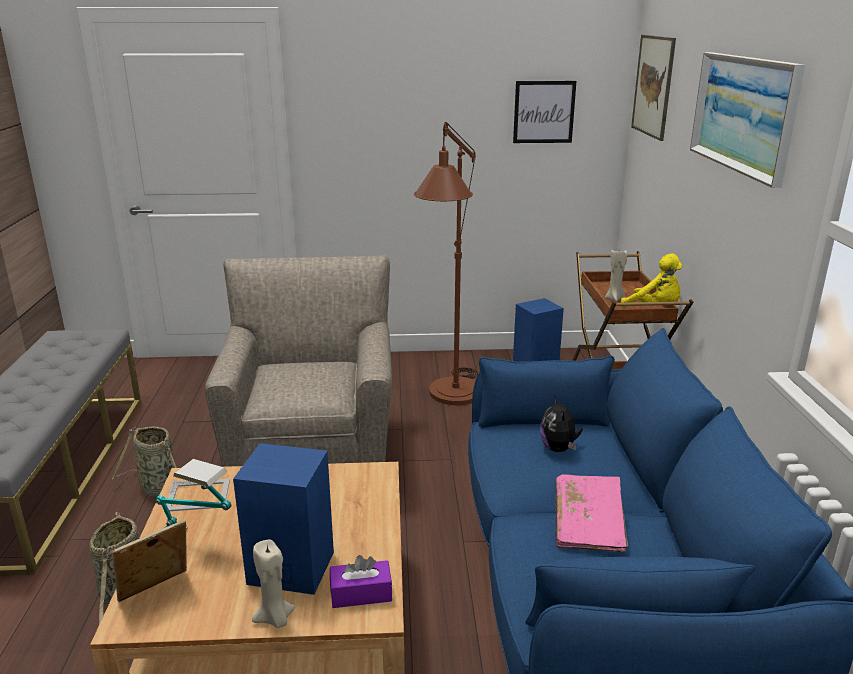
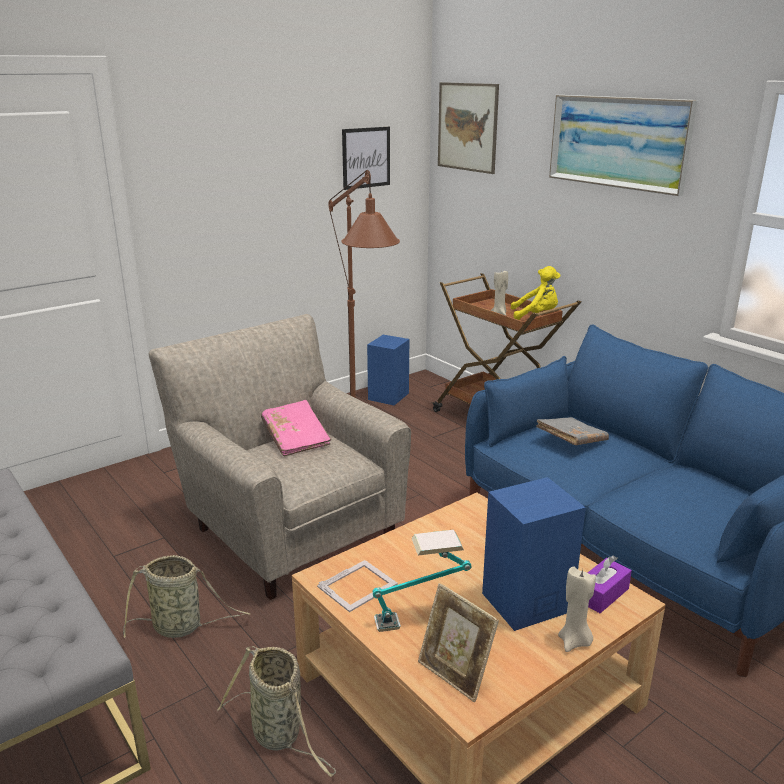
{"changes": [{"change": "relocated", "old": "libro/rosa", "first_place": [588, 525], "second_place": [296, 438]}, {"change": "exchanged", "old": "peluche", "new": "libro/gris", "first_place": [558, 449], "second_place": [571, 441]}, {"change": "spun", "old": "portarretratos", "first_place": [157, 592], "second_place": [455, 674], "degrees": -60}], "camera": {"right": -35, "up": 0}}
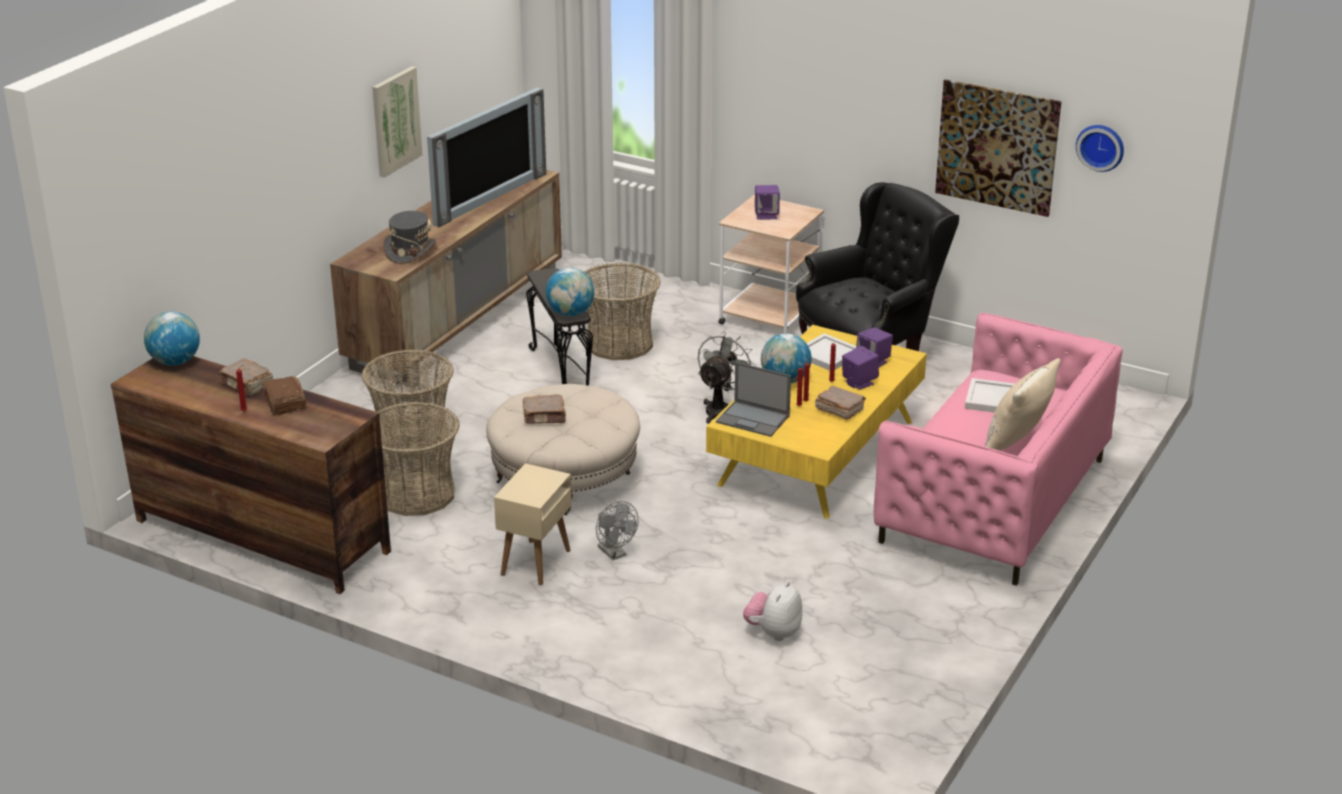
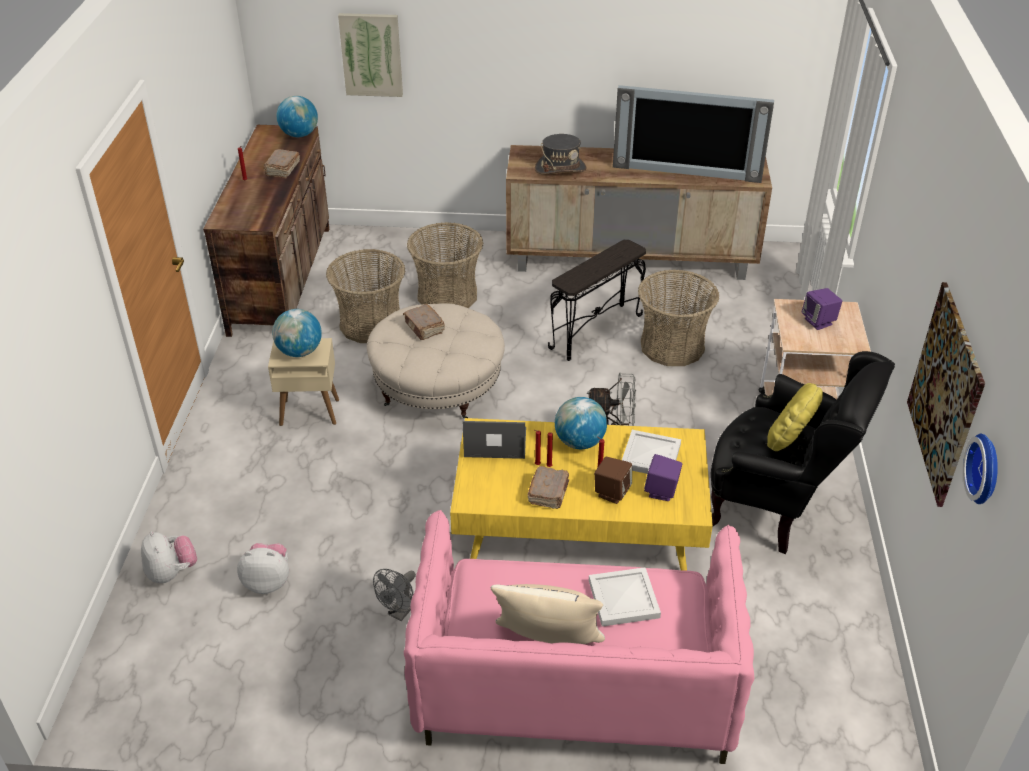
{"changes": [{"change": "missing", "old": "libro/marrón", "first_place": [285, 403]}, {"change": "appeared", "new": "peluche", "second_place": [172, 573]}, {"change": "appeared", "new": "cojín/amarillo", "second_place": [789, 442]}, {"change": "relocated", "old": "cuadro", "first_place": [395, 121], "second_place": [371, 54]}, {"change": "relocated", "old": "globo terráqueo", "first_place": [570, 313], "second_place": [299, 352]}, {"change": "relocated", "old": "ventilador/gris", "first_place": [615, 554], "second_place": [400, 612]}, {"change": "colour", "old": "altavoz/morado", "new": "altavoz/marrón", "first_place": [859, 382], "second_place": [612, 492]}, {"change": "spun", "old": "portátil", "first_place": [753, 419], "second_place": [494, 443], "degrees": 90}], "camera": {"right": 65, "up": 10}}
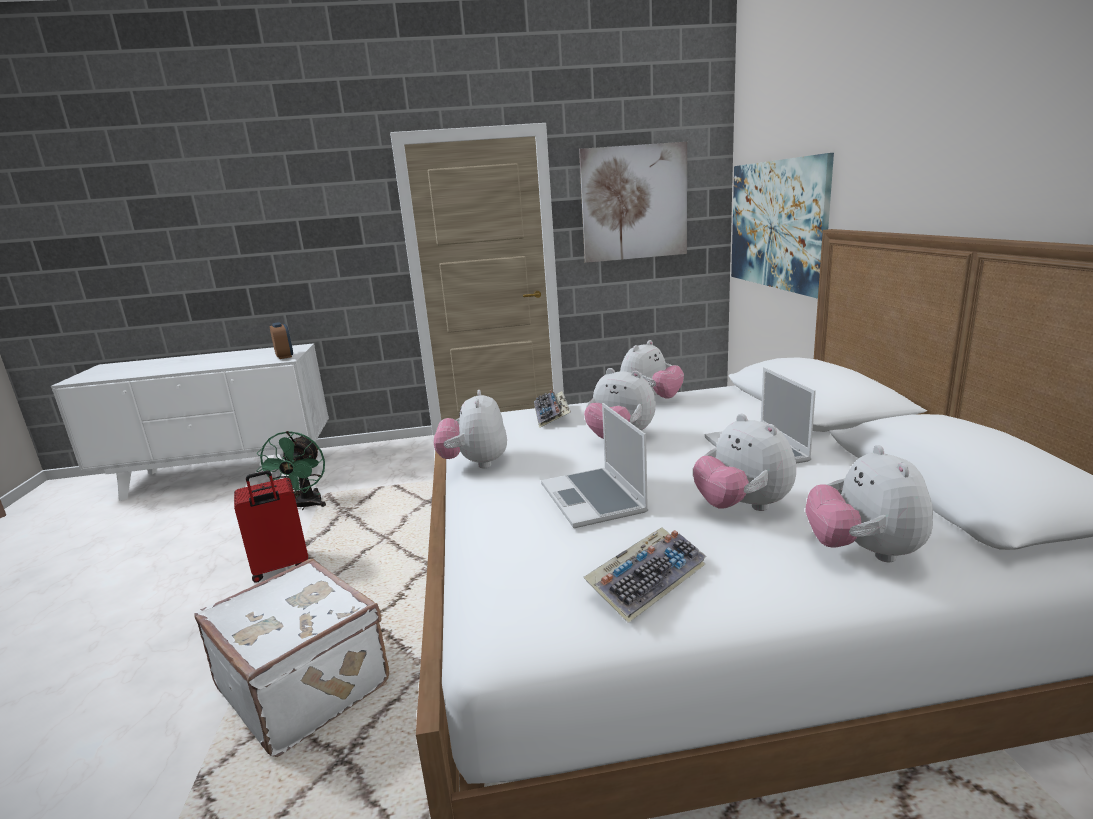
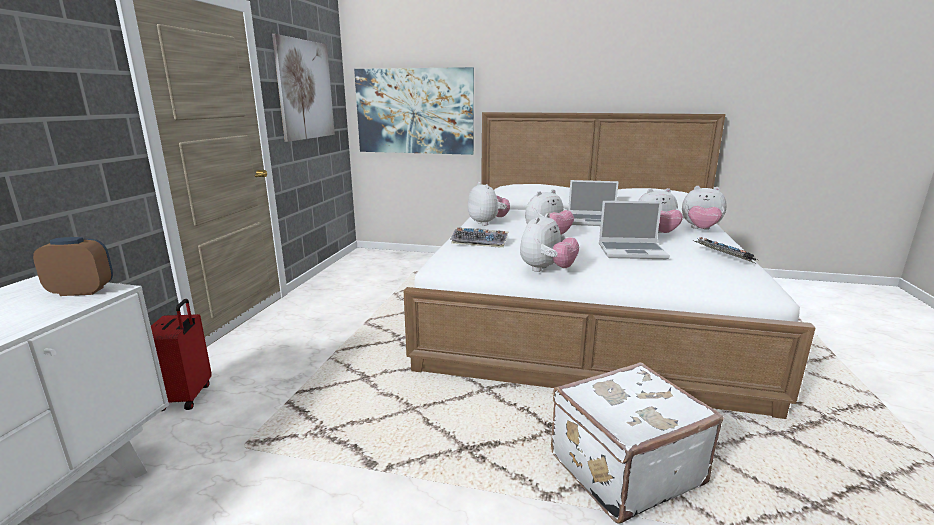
{"changes": [{"change": "missing", "old": "ventilador/verde", "first_place": [305, 506]}, {"change": "relocated", "old": "maleta/rojo", "first_place": [280, 568], "second_place": [187, 397]}, {"change": "spun", "old": "peluche", "first_place": [475, 463], "second_place": [546, 270], "degrees": -75}], "camera": {"right": -70, "up": 0}}
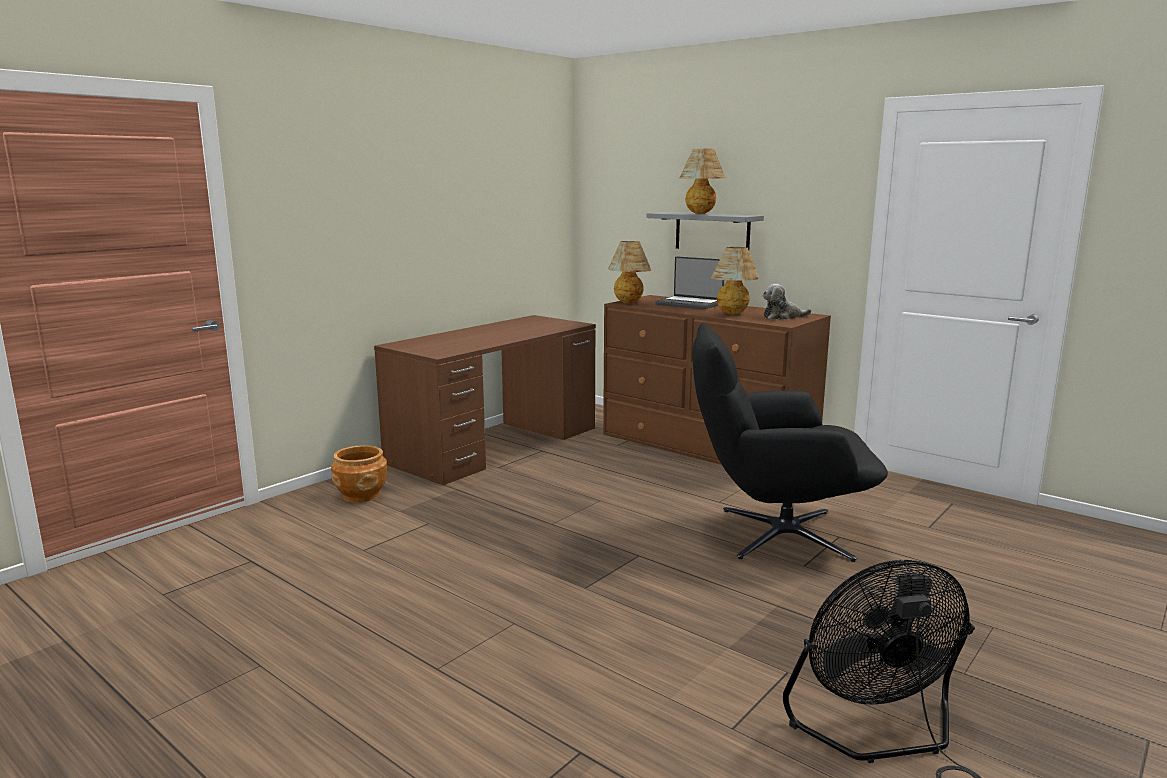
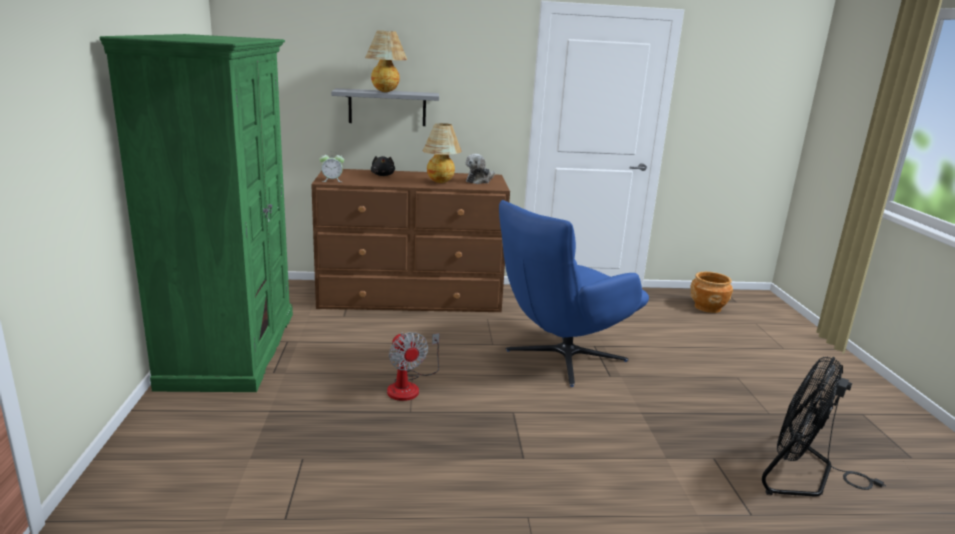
{"changes": [{"change": "appeared", "new": "ventilador", "second_place": [409, 386]}, {"change": "relocated", "old": "maceta/marrón", "first_place": [361, 495], "second_place": [707, 307]}, {"change": "exchanged", "old": "escritorio/marrón", "new": "armario ropero/verde", "first_place": [496, 444], "second_place": [232, 348]}, {"change": "exchanged", "old": "lámpara de mesa", "new": "despertador", "first_place": [629, 303], "second_place": [332, 180]}, {"change": "exchanged", "old": "portátil", "new": "peluche/negro", "first_place": [690, 304], "second_place": [383, 175]}, {"change": "colour", "old": "sillón/negro", "new": "sillón/azul", "first_place": [779, 533], "second_place": [563, 356]}], "camera": {"right": -45, "up": 5}}
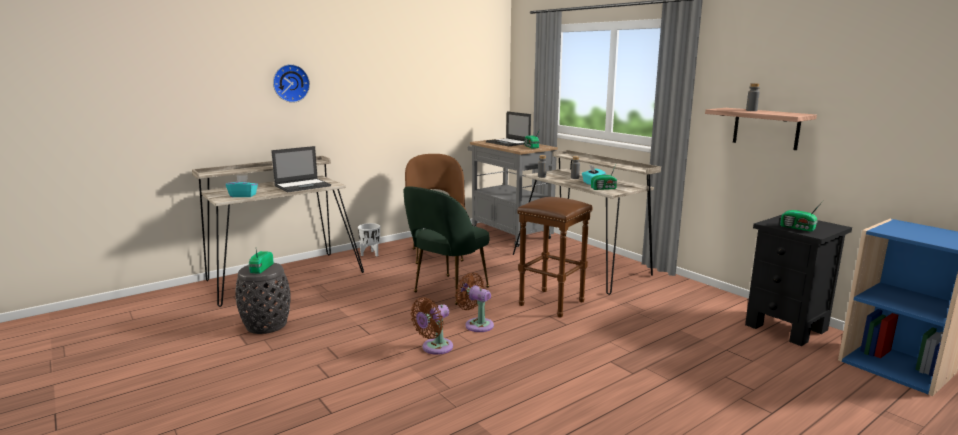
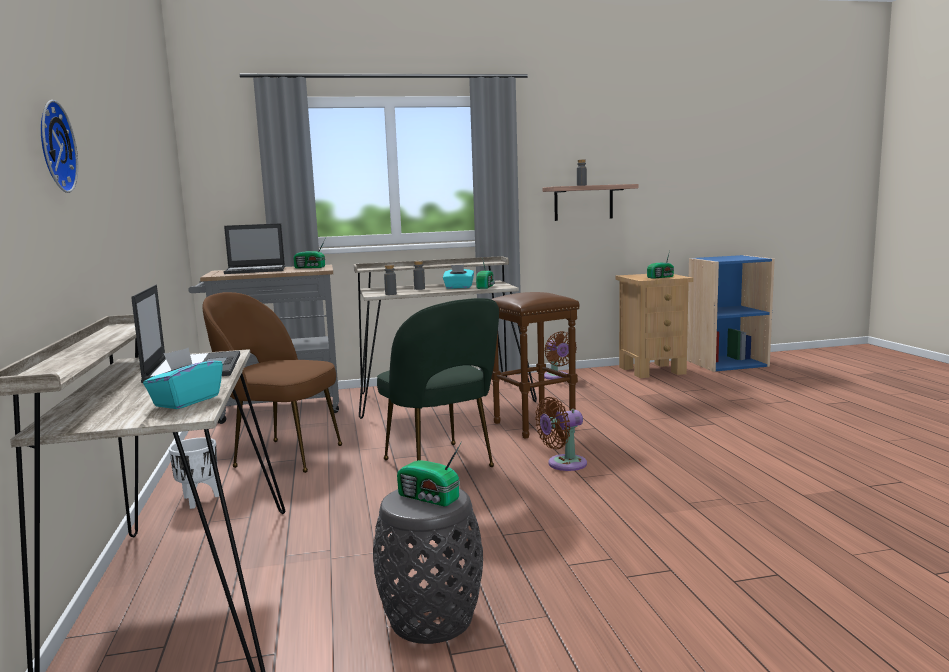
{"changes": [{"change": "relocated", "old": "ventilador/marrón", "first_place": [434, 348], "second_place": [556, 377]}, {"change": "colour", "old": "mesita de noche/negro", "new": "mesita de noche/beis", "first_place": [786, 328], "second_place": [653, 370]}], "camera": {"right": -65, "up": -5}}
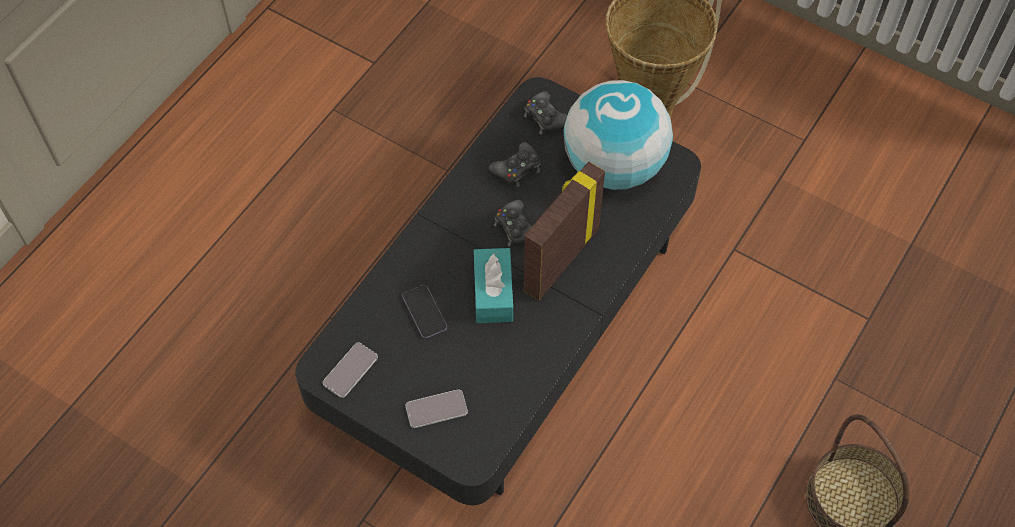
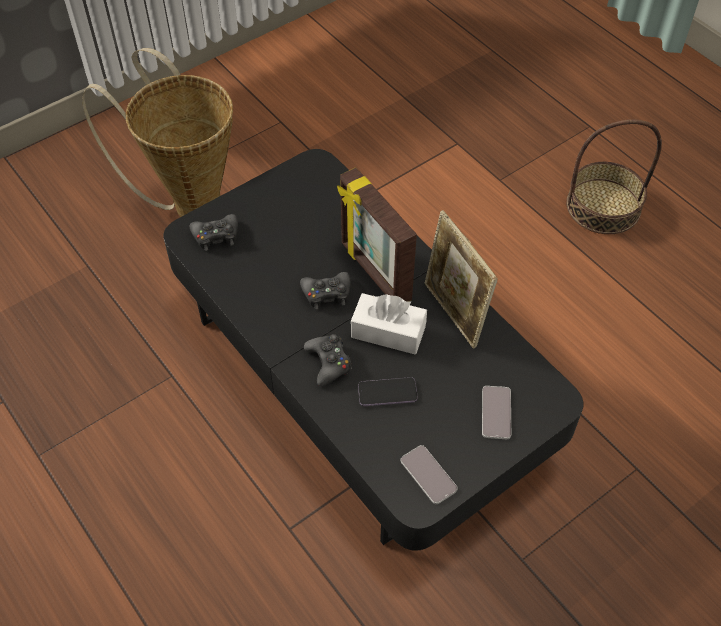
{"changes": [{"change": "missing", "old": "globo terráqueo", "first_place": [614, 166]}, {"change": "appeared", "new": "portarretratos", "second_place": [454, 314]}, {"change": "relocated", "old": "mando de consola/negro", "first_place": [517, 169], "second_place": [329, 363]}, {"change": "colour", "old": "caja de pañuelos/turquesa", "new": "caja de pañuelos/blanco", "first_place": [493, 292], "second_place": [388, 332]}], "camera": {"right": -70, "up": -5}}
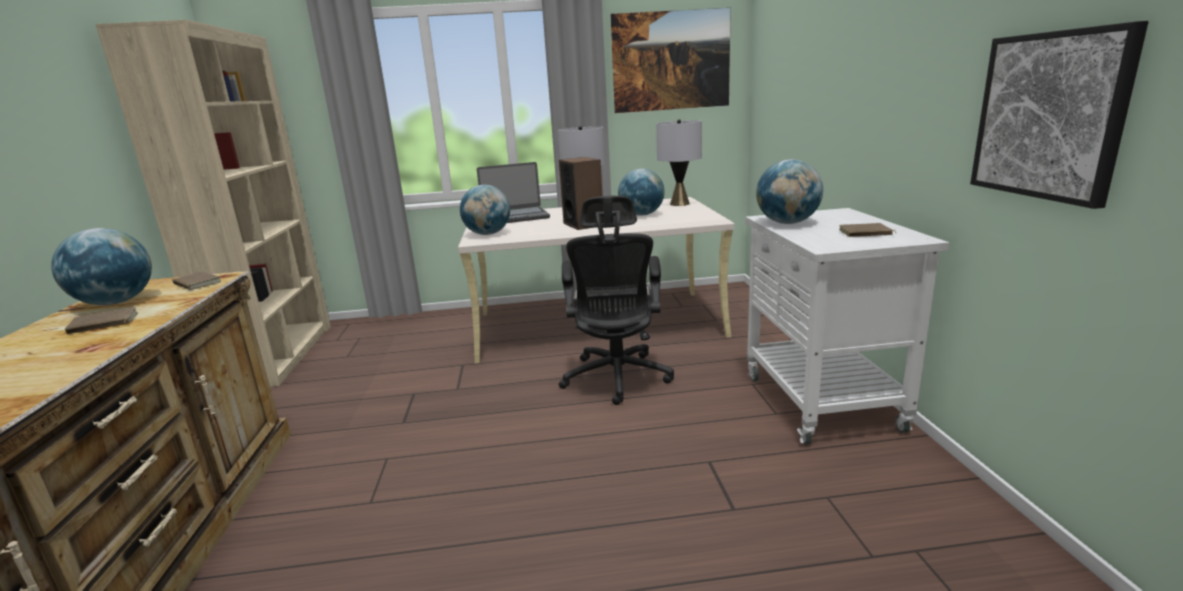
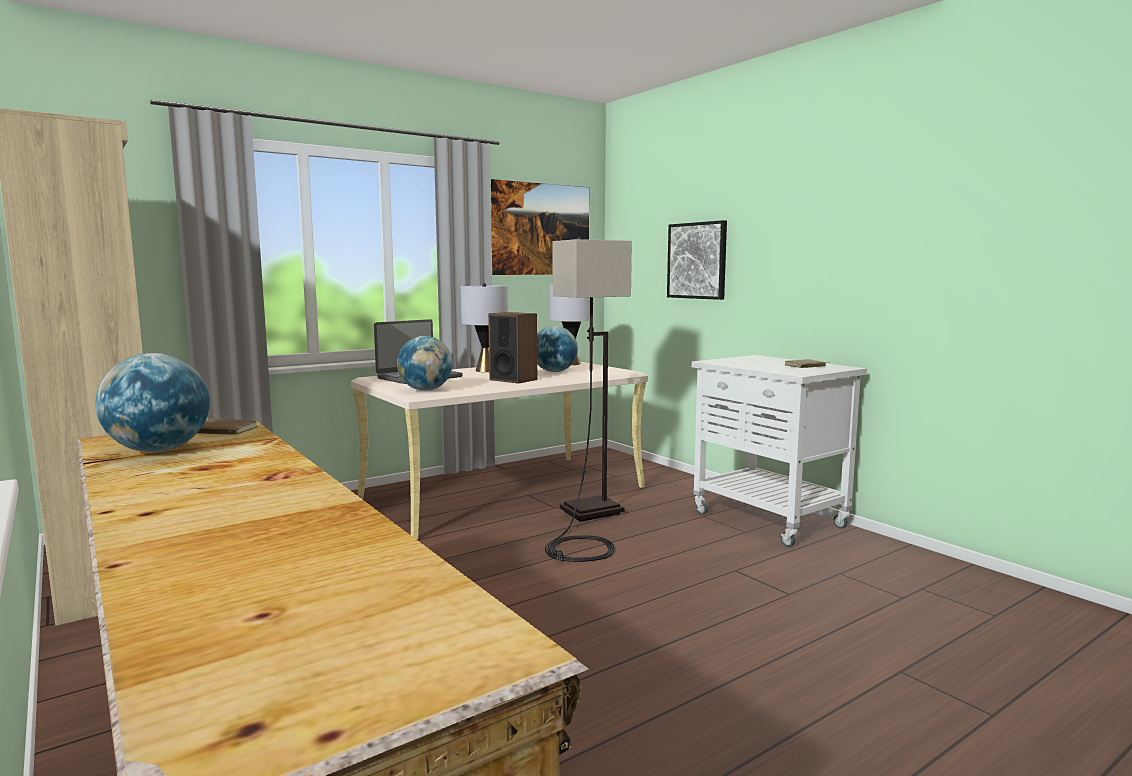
{"changes": [{"change": "missing", "old": "libro/marrón", "first_place": [103, 324]}, {"change": "missing", "old": "globo terráqueo", "first_place": [787, 223]}, {"change": "relocated", "old": "cuadro", "first_place": [1049, 116], "second_place": [697, 260]}, {"change": "exchanged", "old": "silla de oficina", "new": "lámpara de pie", "first_place": [616, 380], "second_place": [584, 531]}], "camera": {"right": -30, "up": -10}}
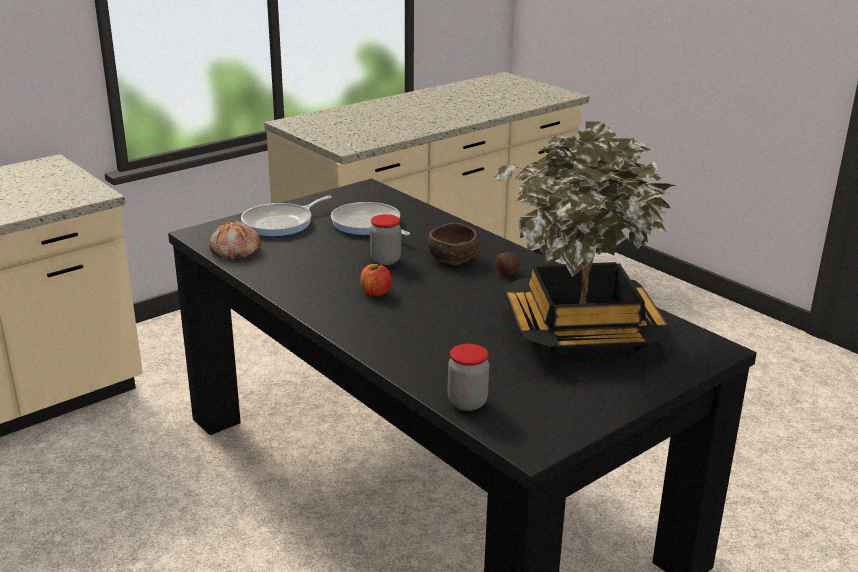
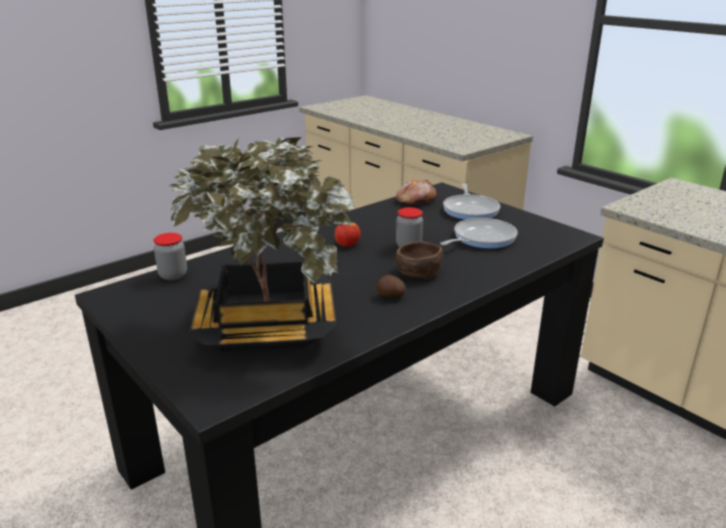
{"changes": [{"change": "spun", "old": "sartén", "first_place": [281, 223], "second_place": [470, 210], "degrees": -135}], "camera": {"right": 90, "up": 0}}
